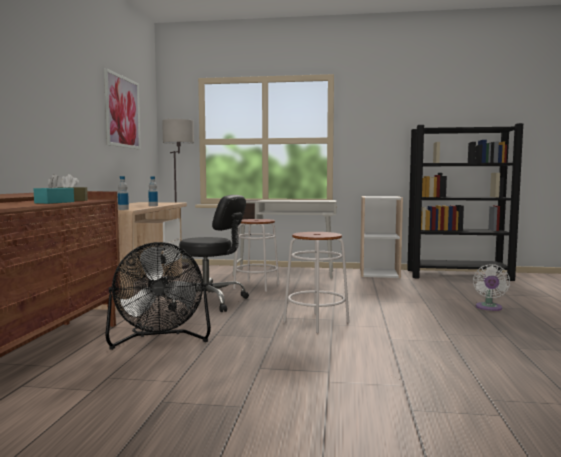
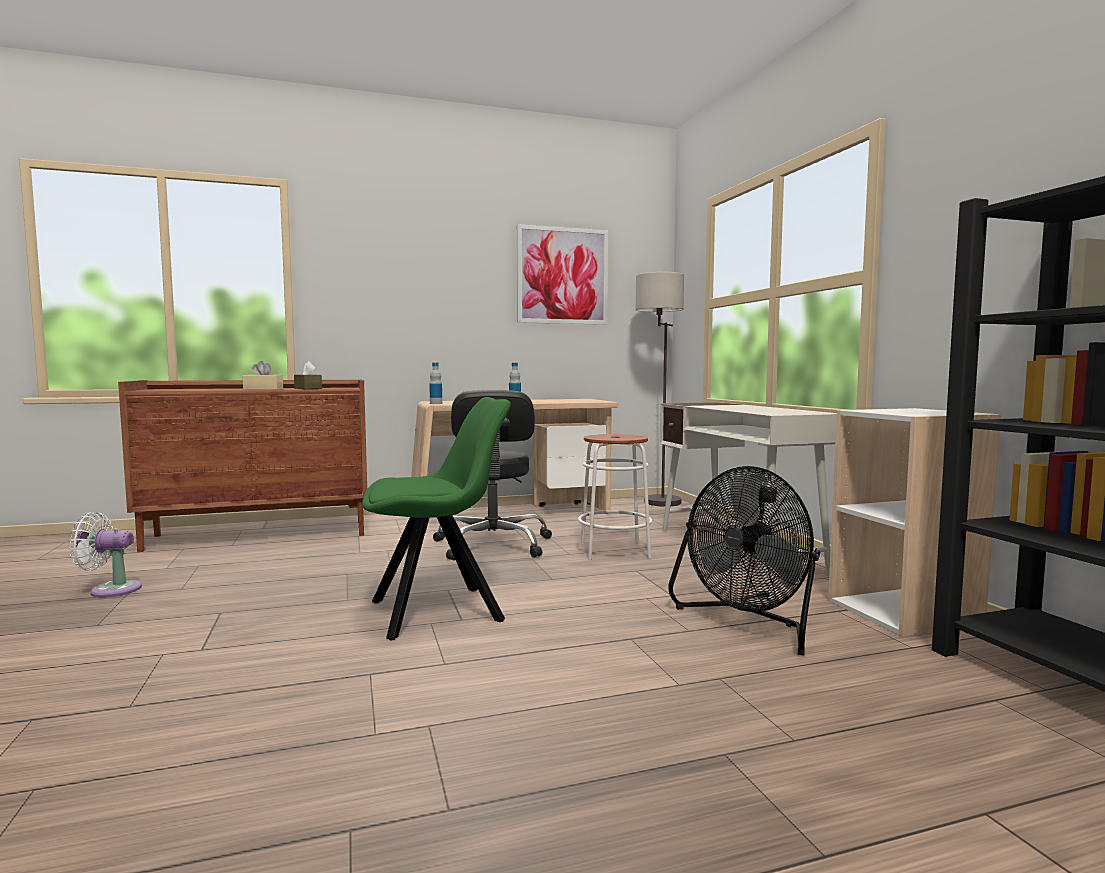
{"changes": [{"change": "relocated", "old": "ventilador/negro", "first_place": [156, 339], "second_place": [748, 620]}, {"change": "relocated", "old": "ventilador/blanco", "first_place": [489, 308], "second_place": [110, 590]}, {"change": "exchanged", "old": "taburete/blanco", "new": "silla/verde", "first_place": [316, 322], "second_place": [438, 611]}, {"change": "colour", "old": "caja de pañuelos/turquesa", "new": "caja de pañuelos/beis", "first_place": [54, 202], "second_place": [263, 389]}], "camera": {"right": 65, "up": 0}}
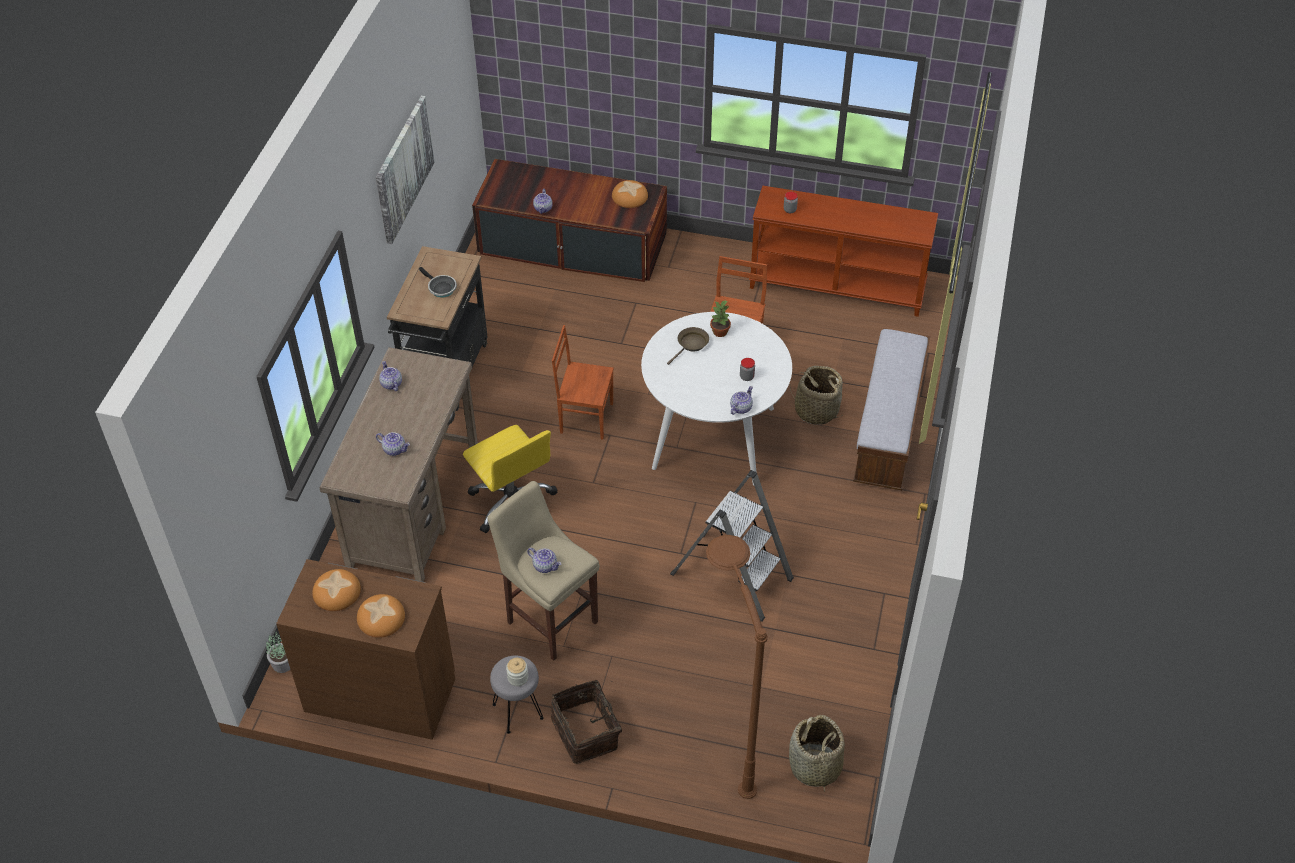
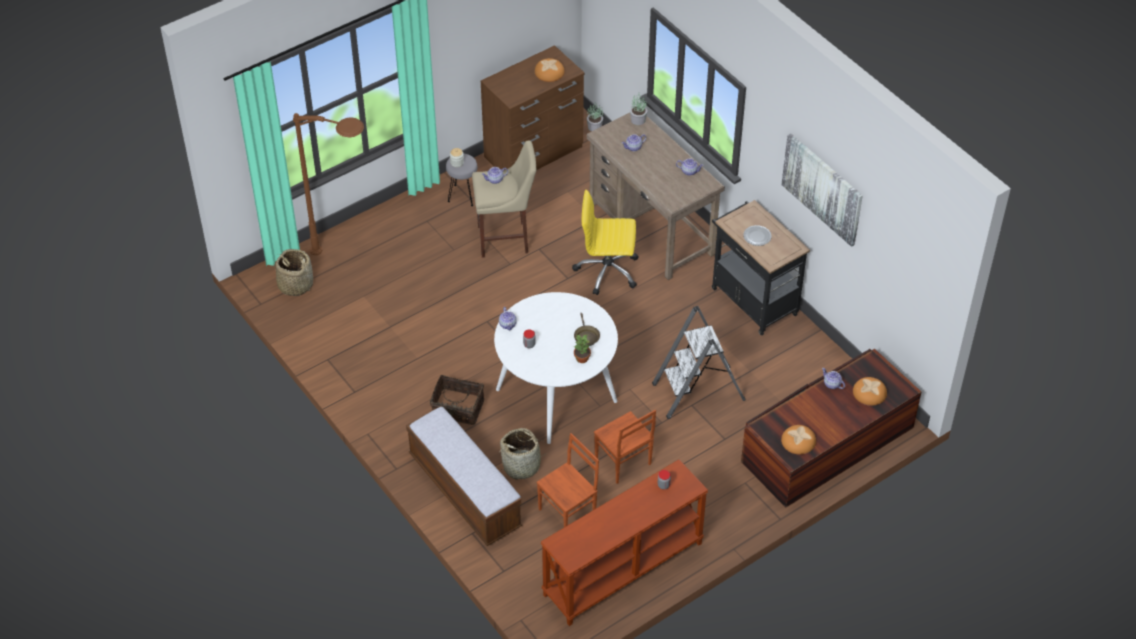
{"changes": [{"change": "appeared", "new": "planta en maceta", "second_place": [638, 120]}, {"change": "relocated", "old": "pan", "first_place": [380, 618], "second_place": [870, 393]}, {"change": "relocated", "old": "cesta", "first_place": [587, 732], "second_place": [458, 409]}, {"change": "relocated", "old": "silla/marrón", "first_place": [585, 417], "second_place": [568, 513]}, {"change": "relocated", "old": "escalera de tijera/gris", "first_place": [730, 574], "second_place": [699, 391]}, {"change": "exchanged", "old": "sartén", "new": "plato", "first_place": [440, 288], "second_place": [756, 236]}], "camera": {"right": 130, "up": 0}}
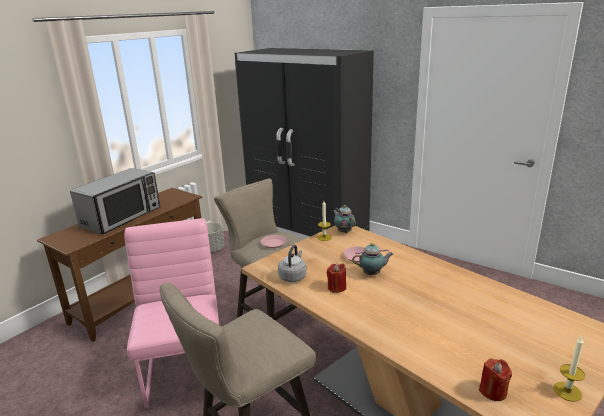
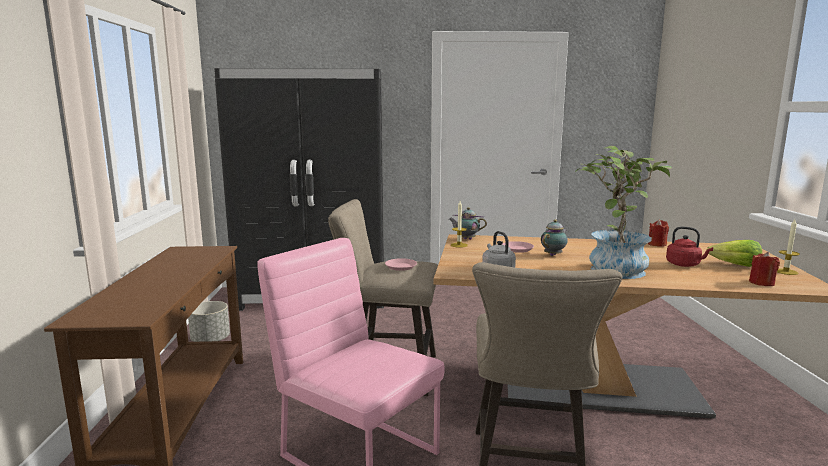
{"changes": [{"change": "missing", "old": "microondas", "first_place": [122, 217]}, {"change": "appeared", "new": "planta en maceta", "second_place": [615, 268]}, {"change": "appeared", "new": "hervidor/rojo", "second_place": [684, 265]}, {"change": "appeared", "new": "lechuga", "second_place": [735, 265]}, {"change": "relocated", "old": "vela/rojo", "first_place": [336, 287], "second_place": [657, 244]}], "camera": {"right": -40, "up": -10}}
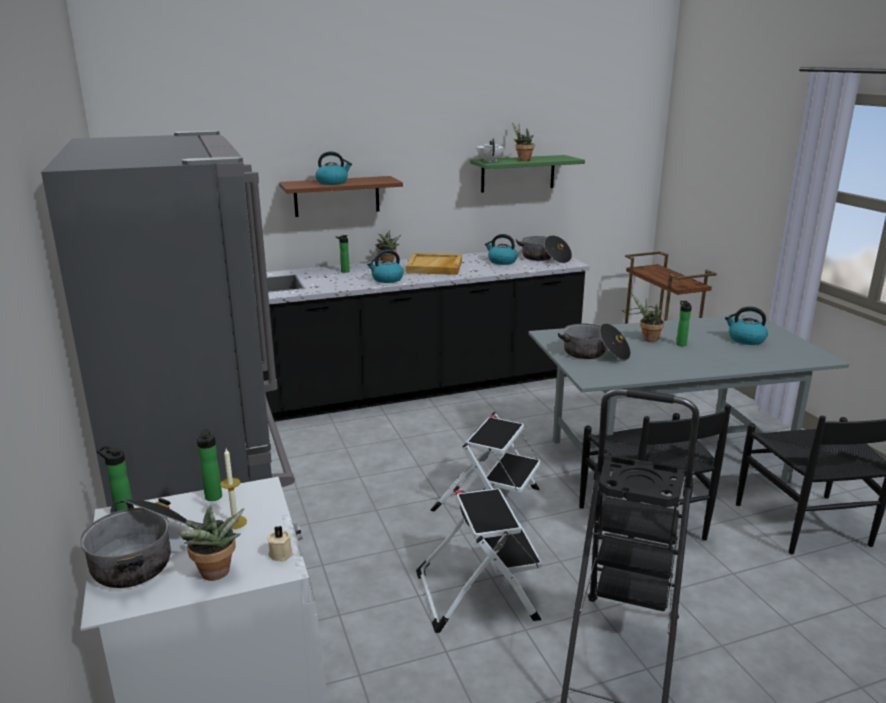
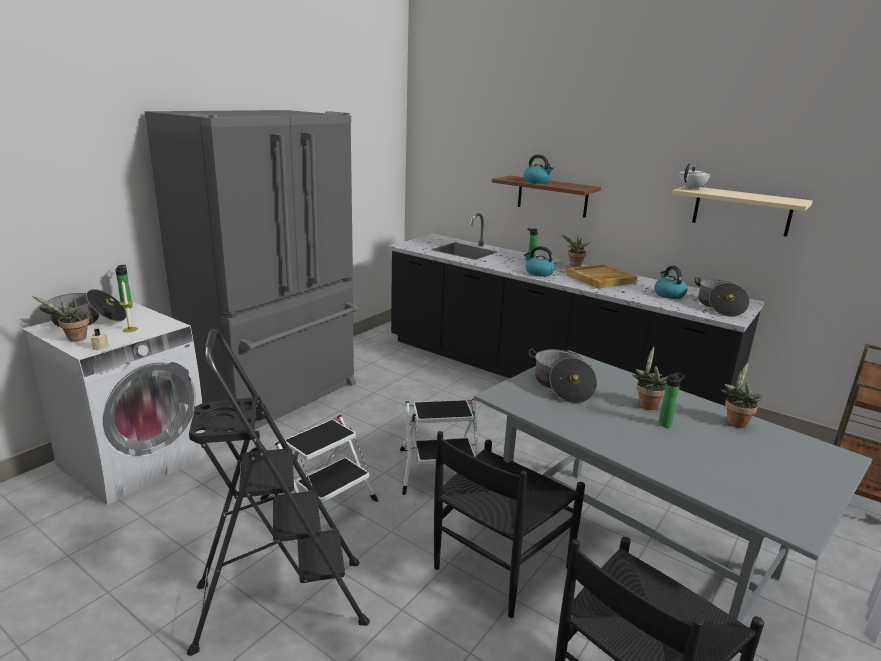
{"changes": [{"change": "missing", "old": "botella", "first_place": [213, 498]}, {"change": "missing", "old": "hervidor", "first_place": [745, 339]}, {"change": "relocated", "old": "planta en maceta", "first_place": [522, 160], "second_place": [735, 421]}, {"change": "colour", "old": "estante/verde", "new": "estante/beis", "first_place": [518, 173], "second_place": [741, 210]}], "camera": {"right": 55, "up": 0}}
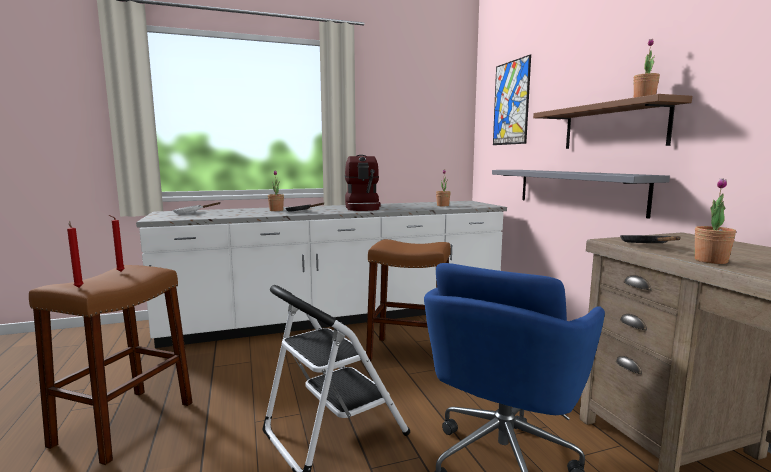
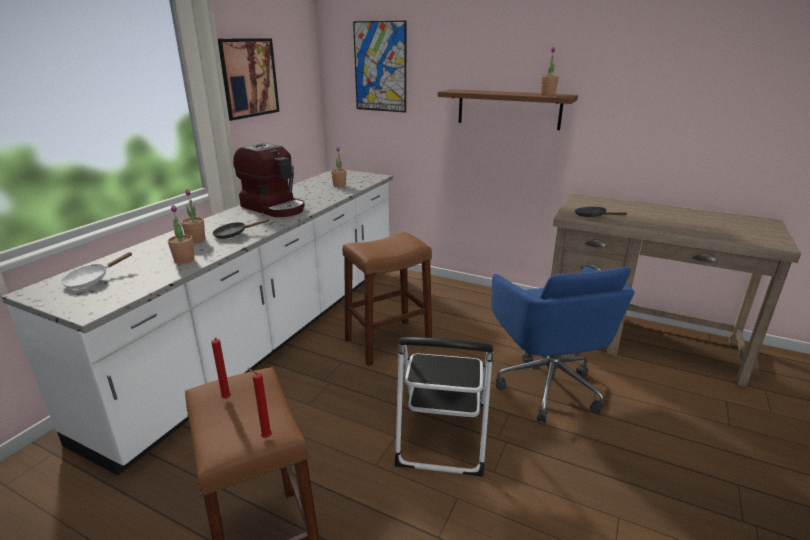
{"changes": [{"change": "missing", "old": "estante/gris", "first_place": [576, 189]}, {"change": "appeared", "new": "cuadro", "second_place": [248, 78]}, {"change": "relocated", "old": "planta en maceta", "first_place": [710, 261], "second_place": [184, 260]}], "camera": {"right": -45, "up": 15}}
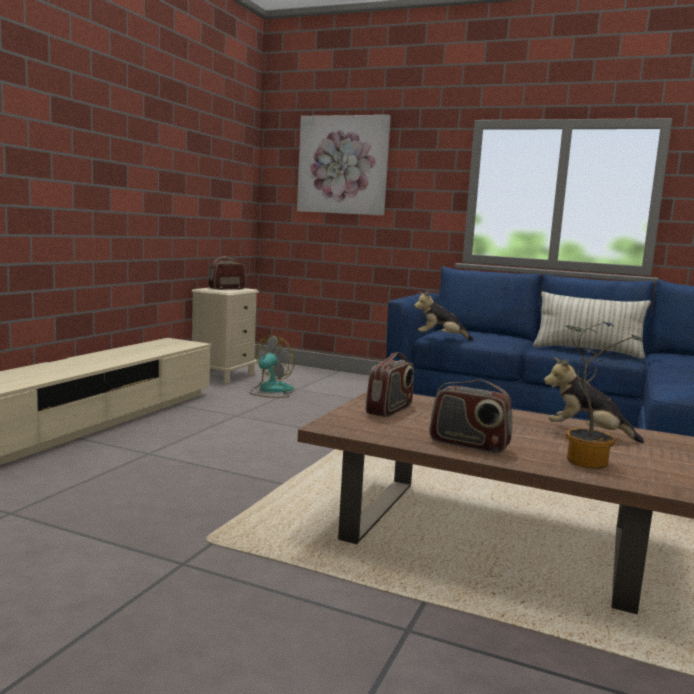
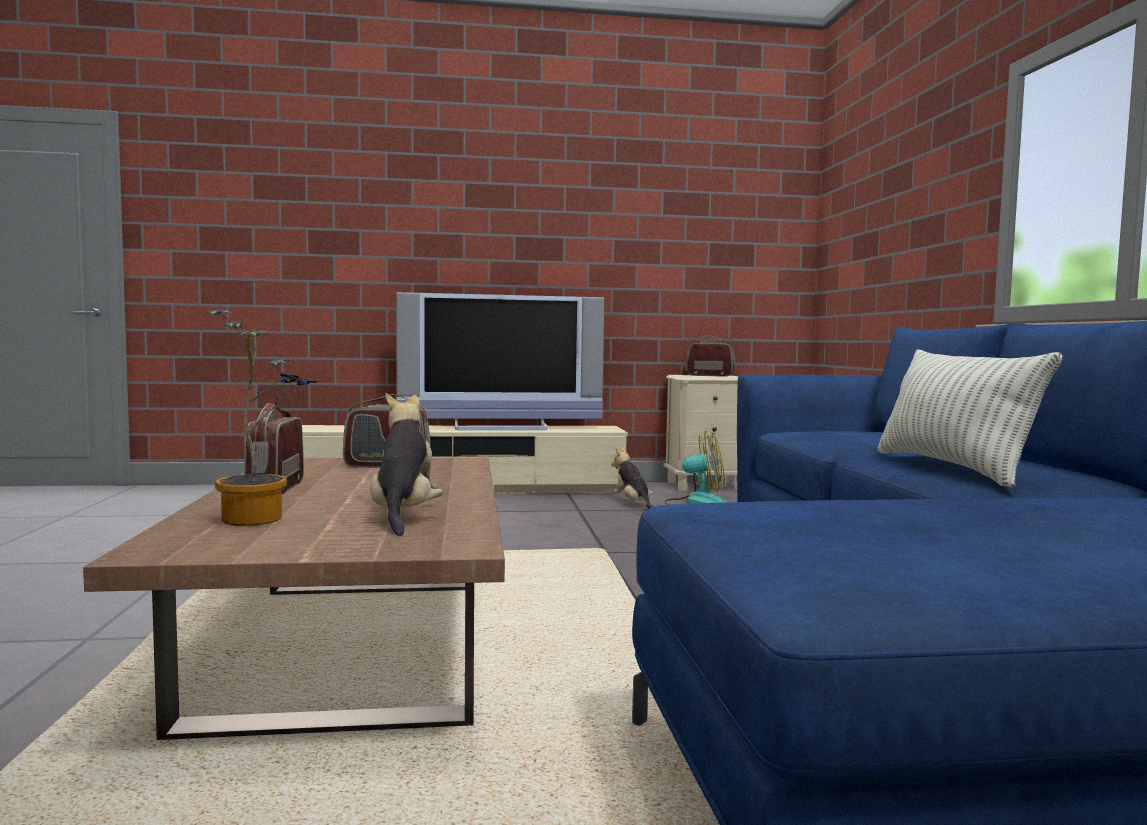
{"changes": [{"change": "missing", "old": "cuadro", "first_place": [343, 165]}, {"change": "appeared", "new": "televisor", "second_place": [501, 428]}, {"change": "relocated", "old": "peluche", "first_place": [440, 338], "second_place": [633, 504]}], "camera": {"right": 60, "up": -5}}
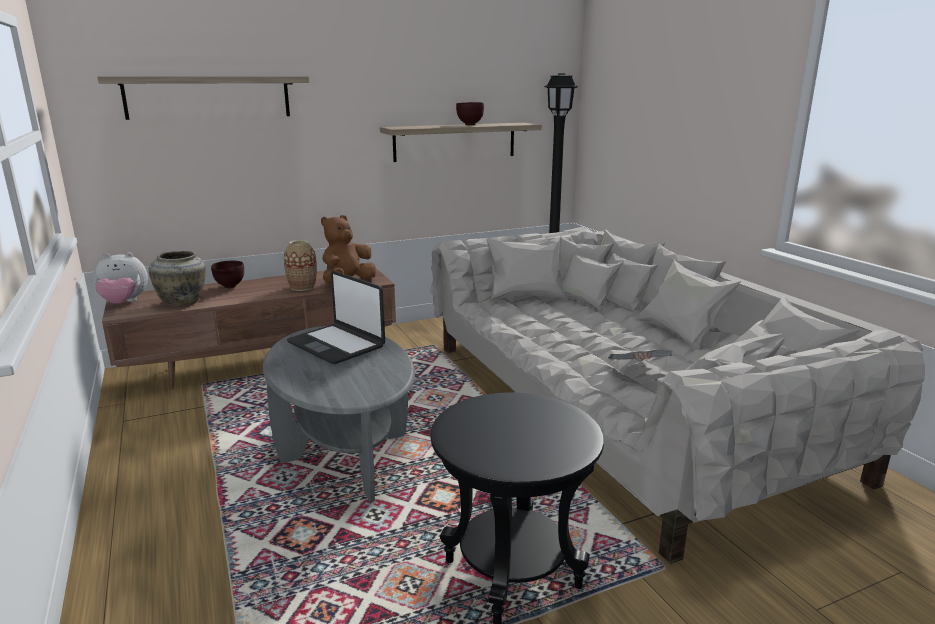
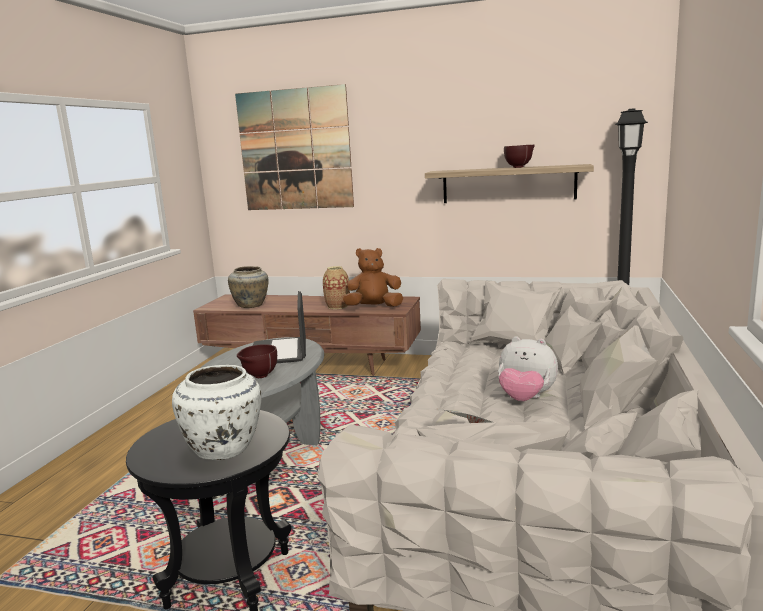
{"changes": [{"change": "appeared", "new": "florero/blanco", "second_place": [224, 450]}, {"change": "relocated", "old": "peluche", "first_place": [124, 303], "second_place": [525, 399]}, {"change": "relocated", "old": "cuenco/marrón", "first_place": [229, 287], "second_place": [259, 376]}, {"change": "exchanged", "old": "estante", "new": "cuadro", "first_place": [208, 97], "second_place": [295, 150]}], "camera": {"right": 40, "up": -5}}
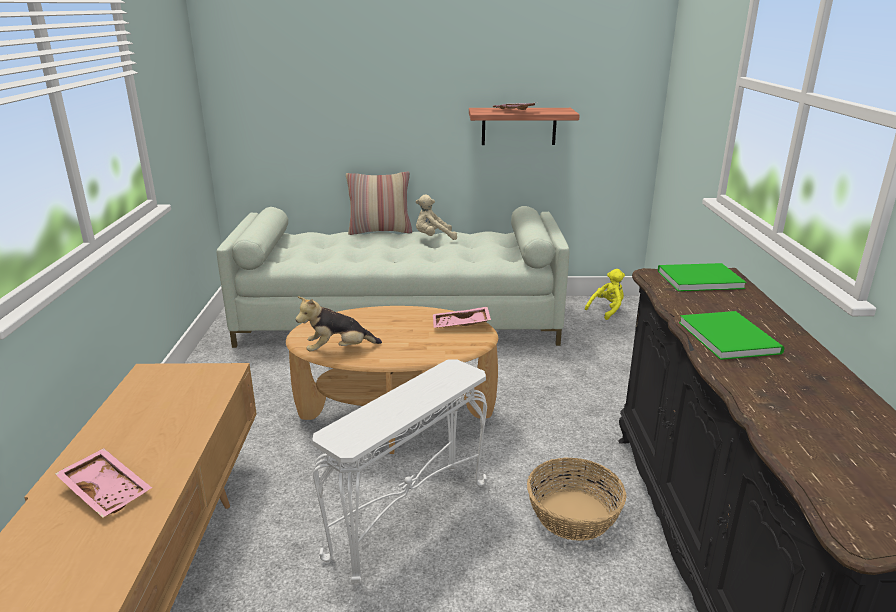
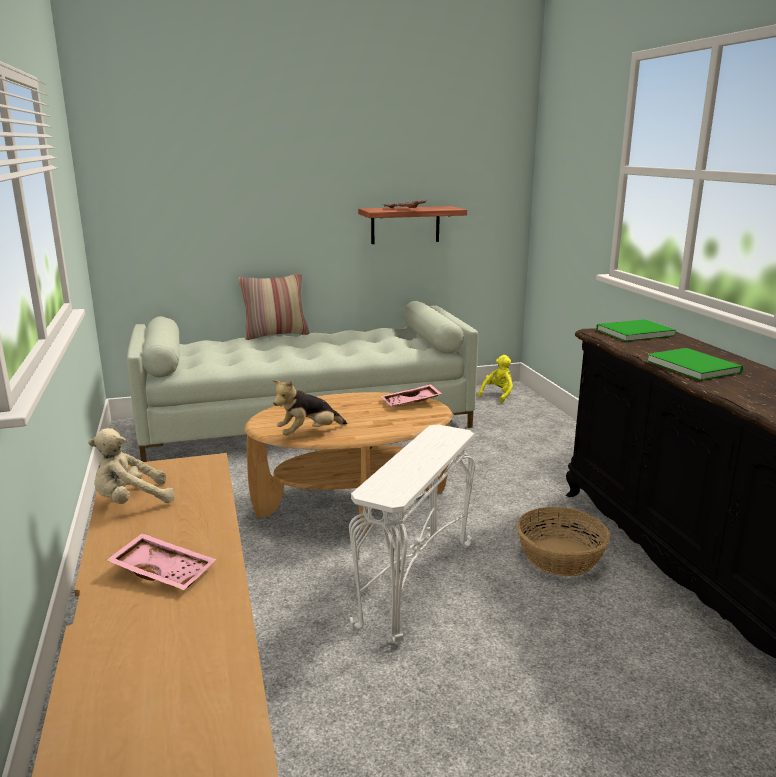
{"changes": [{"change": "relocated", "old": "peluche/beis", "first_place": [433, 238], "second_place": [131, 501]}], "camera": {"right": -15, "up": -5}}
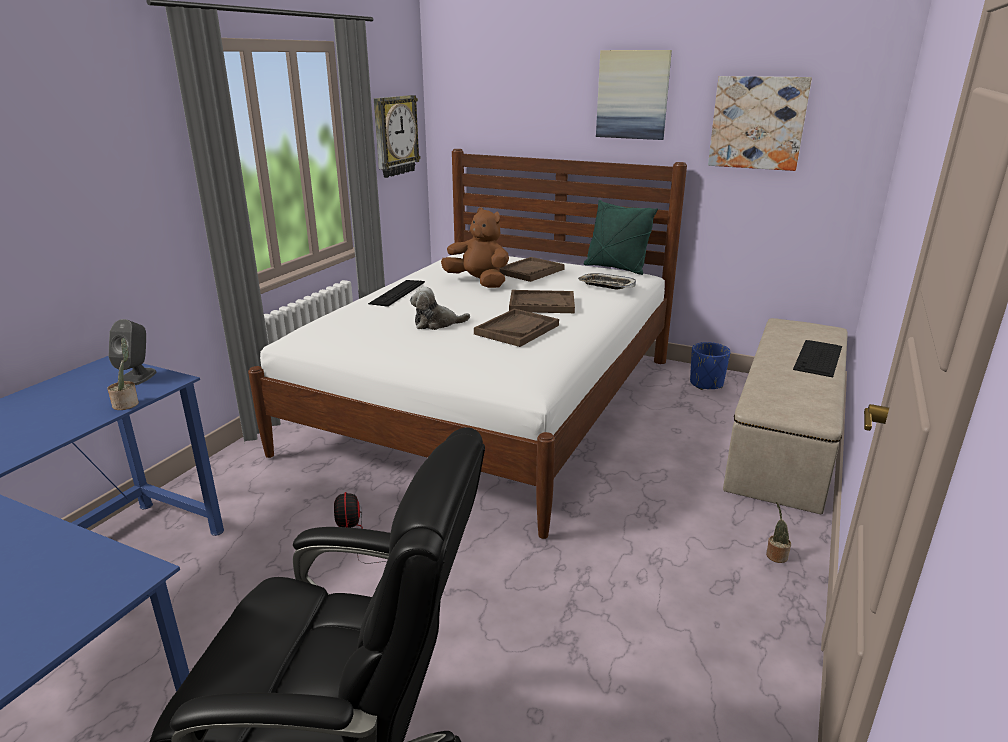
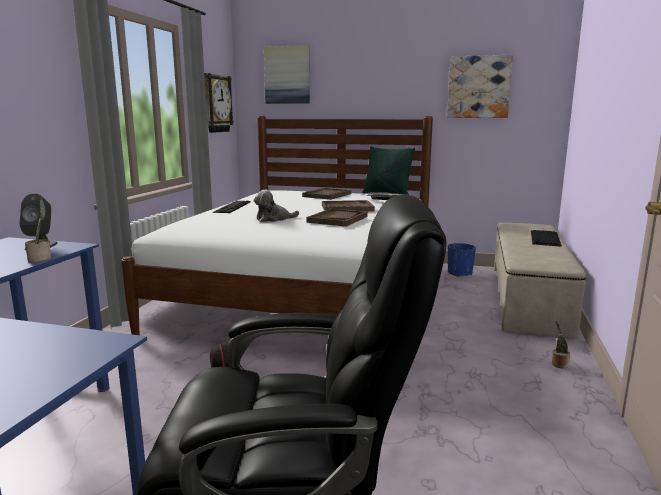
{"changes": [{"change": "missing", "old": "peluche/marrón", "first_place": [479, 282]}, {"change": "relocated", "old": "cuadro", "first_place": [633, 95], "second_place": [287, 75]}], "camera": {"right": -10, "up": -10}}
